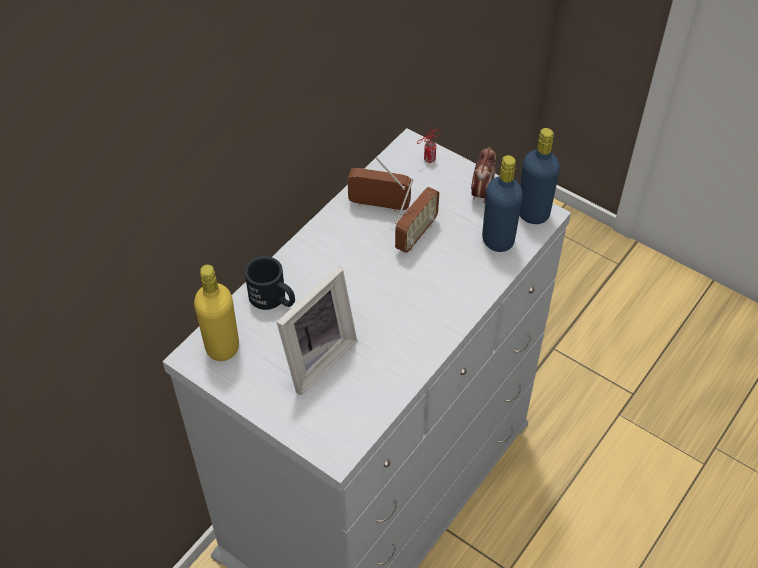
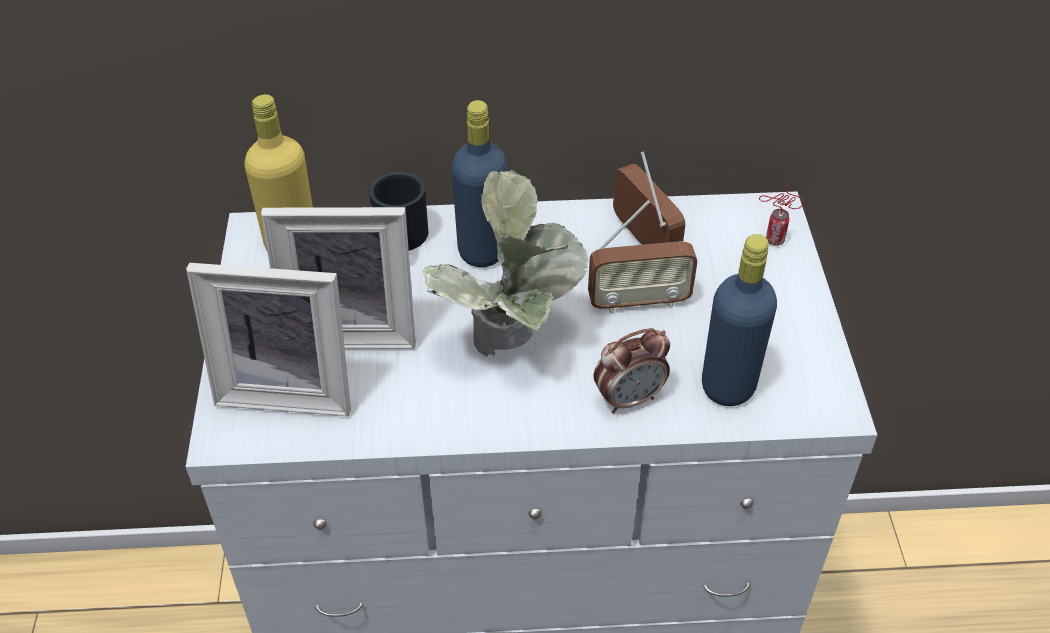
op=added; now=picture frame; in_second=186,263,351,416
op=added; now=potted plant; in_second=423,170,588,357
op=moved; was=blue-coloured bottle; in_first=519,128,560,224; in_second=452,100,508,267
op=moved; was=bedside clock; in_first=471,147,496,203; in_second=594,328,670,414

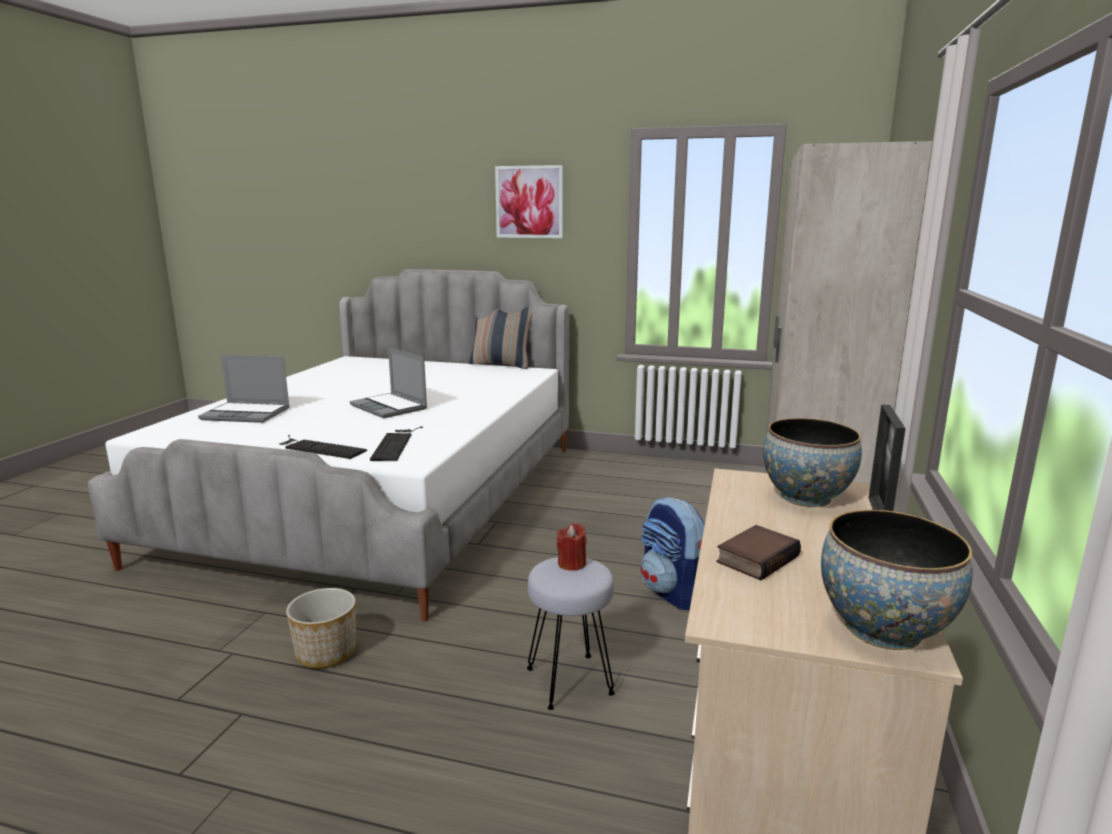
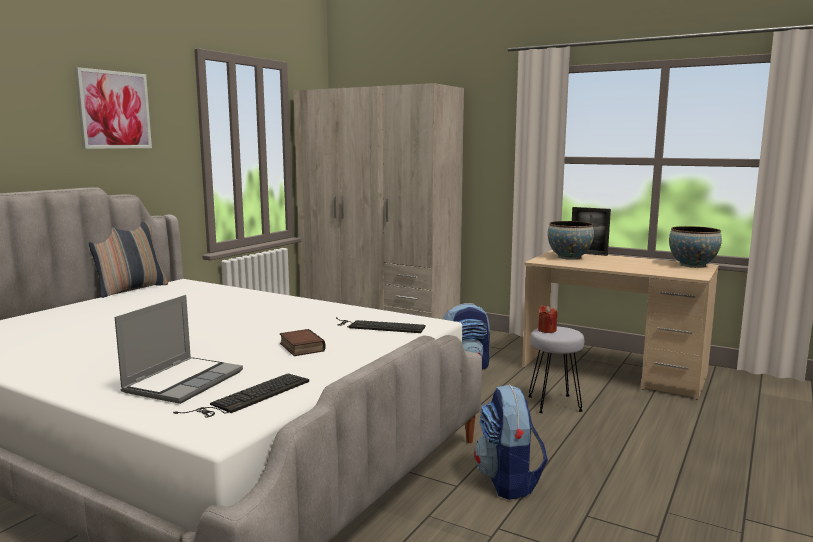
op=moved; was=keyboard; in_first=279,435,367,459; in_second=173,374,309,418
op=moved; was=bound book; in_first=716,525,801,580; in_second=280,329,326,356
op=replaced; was=planter; now=rucksack; in_first=286,588,356,669; in_second=474,384,548,500
op=removed; was=portable computer; in_first=350,348,427,418

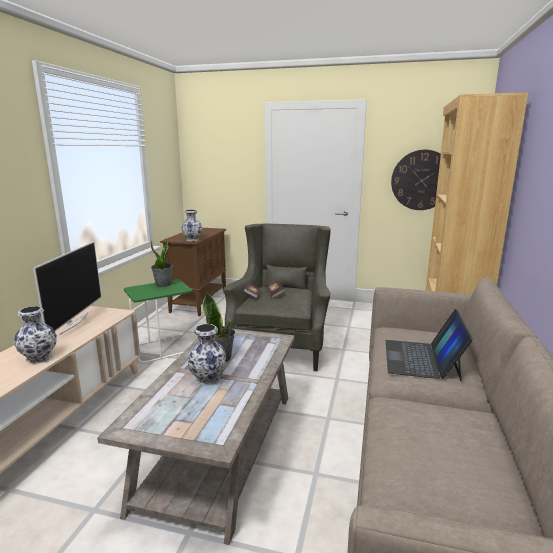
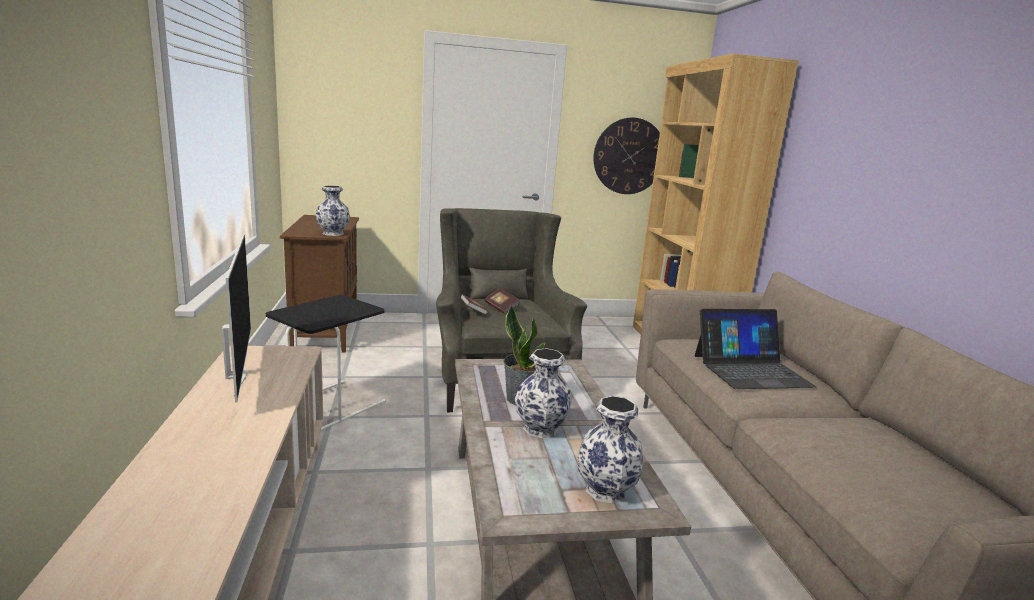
op=recoloured; was=green-coloured accent table; now=black-coloured accent table; in_first=124,279,193,364; in_second=266,295,386,431
op=moved; was=decorative vase; in_first=14,306,57,364; in_second=577,396,643,504
op=turned; was=portable computer; in_first=386,309,473,381; in_second=695,309,817,389; clockwise=-90
op=removed; was=potted plant; in_first=151,237,173,287

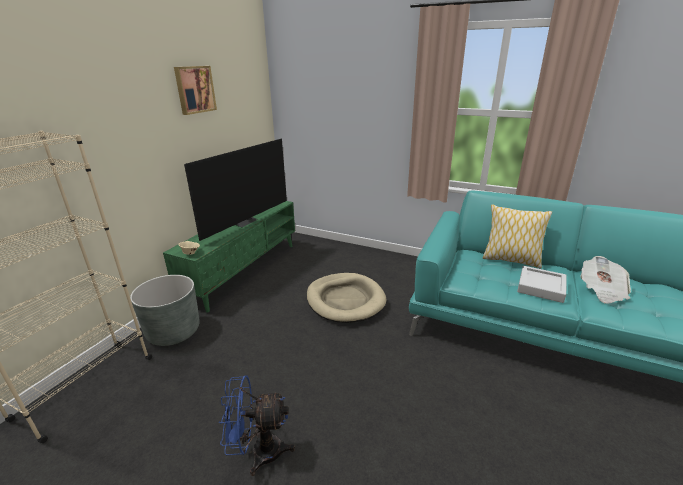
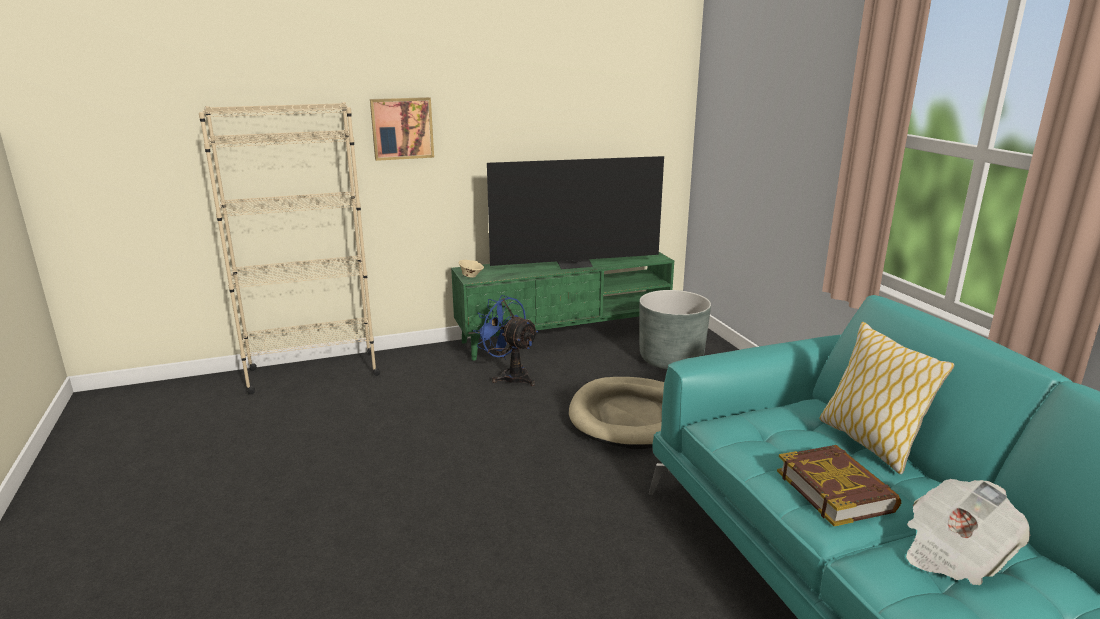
op=moved; was=wall art; in_first=174,66,217,115; in_second=370,97,434,161
op=moved; was=blue-coloured fan; in_first=219,376,295,476; in_second=473,295,539,386
op=moved; was=gray planter; in_first=130,275,200,346; in_second=639,290,711,369
op=replaced; was=gray tray; now=bound book; in_first=517,266,566,303; in_second=777,445,901,526

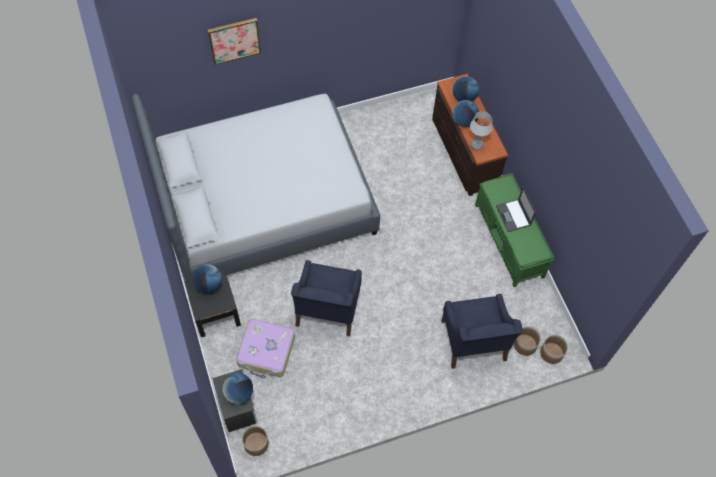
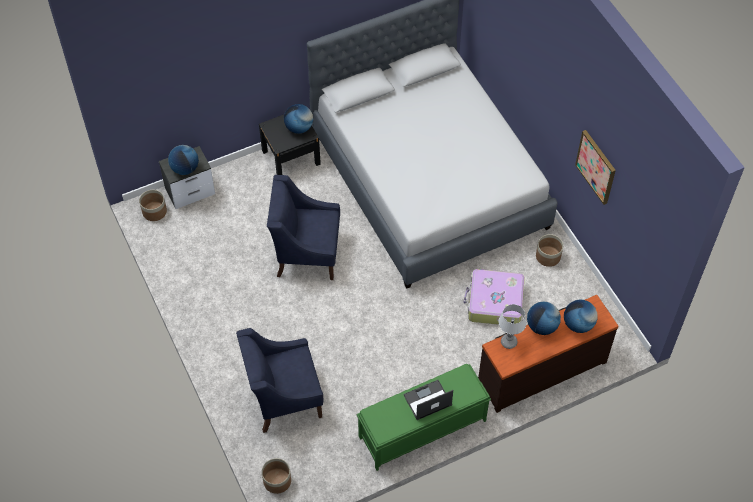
op=moved; was=piece of luggage; in_first=236,319,295,378; in_second=464,269,525,325
op=moved; was=planter; in_first=514,327,541,356; in_second=536,234,563,267
op=moved; was=wall art; in_first=208,18,261,65; in_second=575,130,616,205

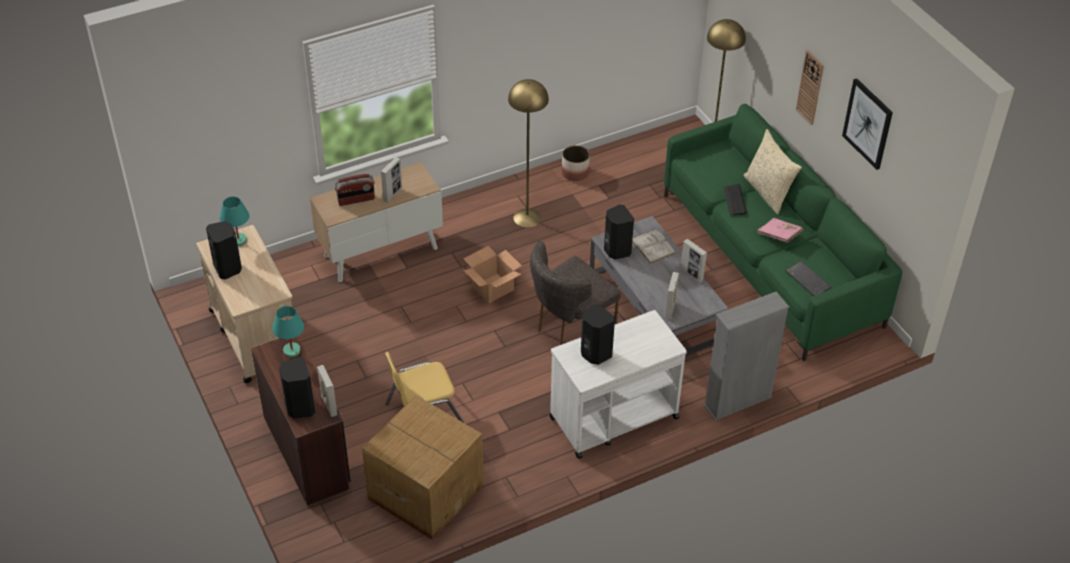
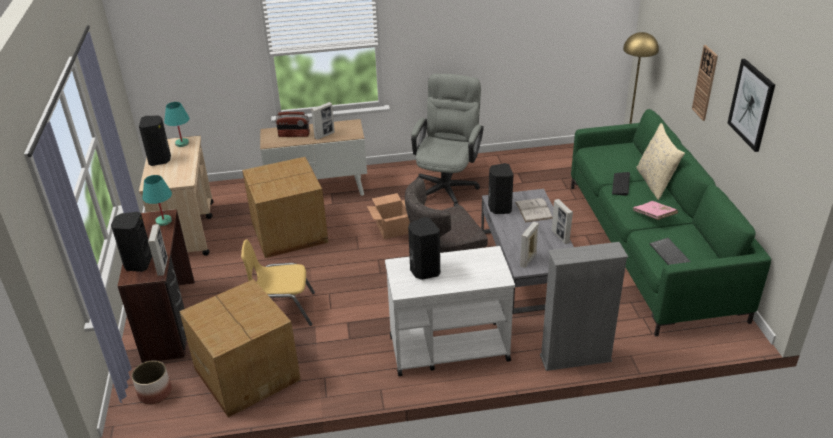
op=moved; was=planter; in_first=561,145,590,181; in_second=132,360,172,404
op=added; now=carton; in_second=242,157,329,258
op=replaced; was=yellowish standing lamp; now=gray computer chair; in_first=508,79,549,228; in_second=411,73,484,206

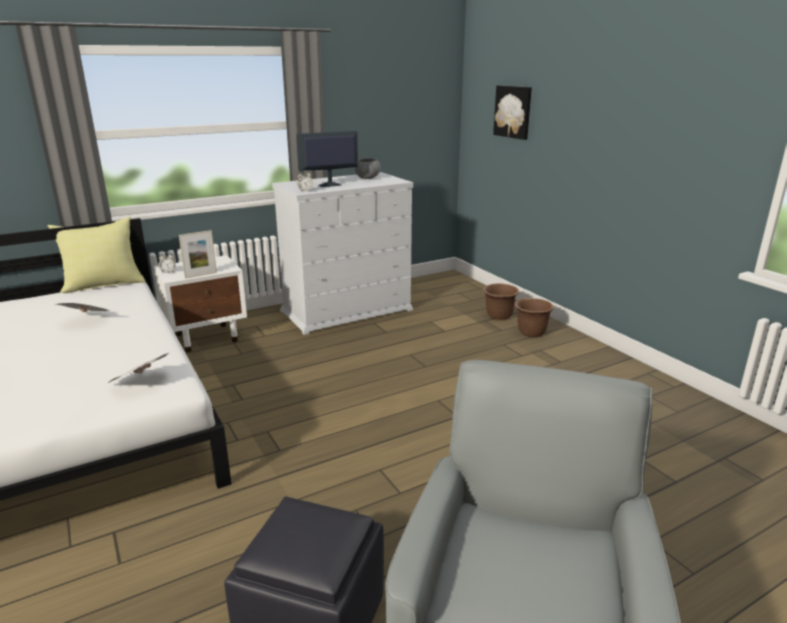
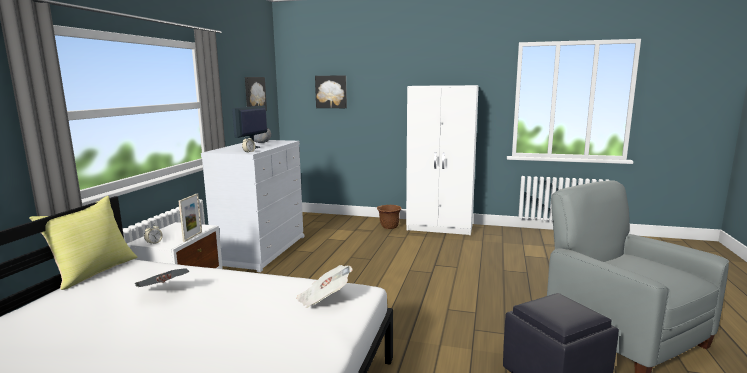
op=added; now=wall art; in_second=245,77,267,111
op=added; now=white wardrobe; in_second=406,85,479,235
op=removed; was=brown planter; in_first=483,283,519,320

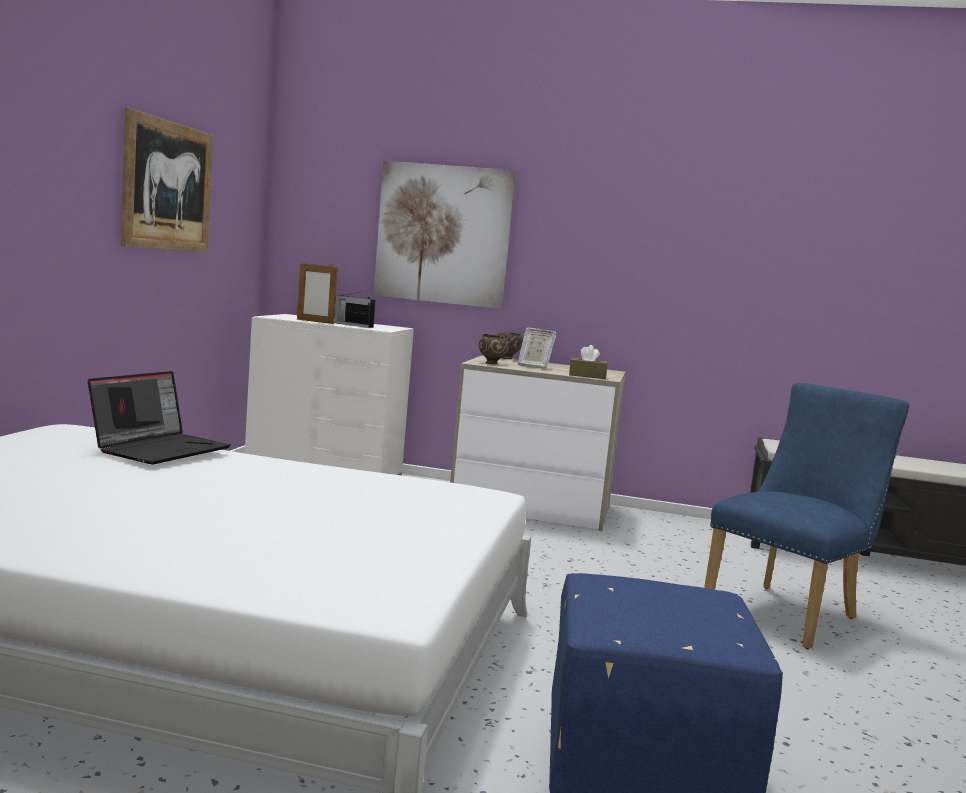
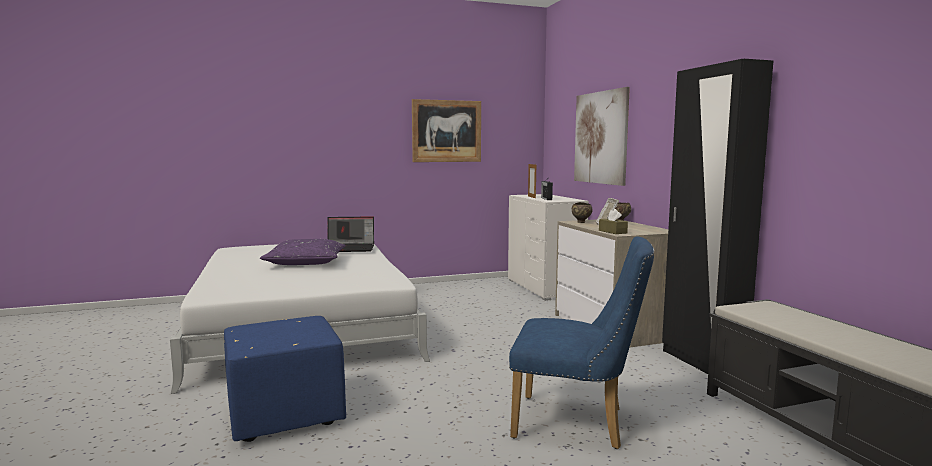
op=added; now=purplish pillow; in_second=260,239,346,265
op=added; now=black-coloured wardrobe; in_second=662,59,773,374

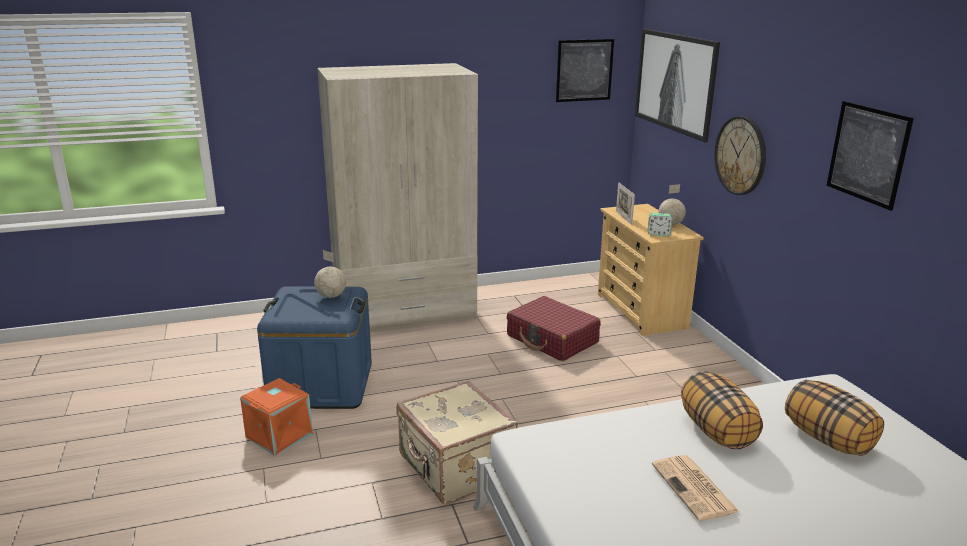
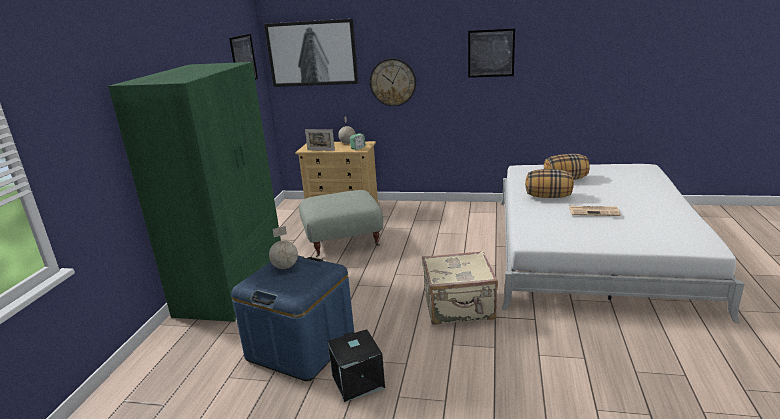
op=recoloured; was=beige-coloured wardrobe; now=green-coloured wardrobe; in_first=317,63,478,332; in_second=108,62,281,322
op=replaced; was=reddish piece of luggage; now=gray footrest; in_first=507,296,600,361; in_second=299,190,383,257
op=recoloured; was=orange-coloured storage box; now=black-coloured storage box; in_first=240,378,313,456; in_second=328,329,385,402

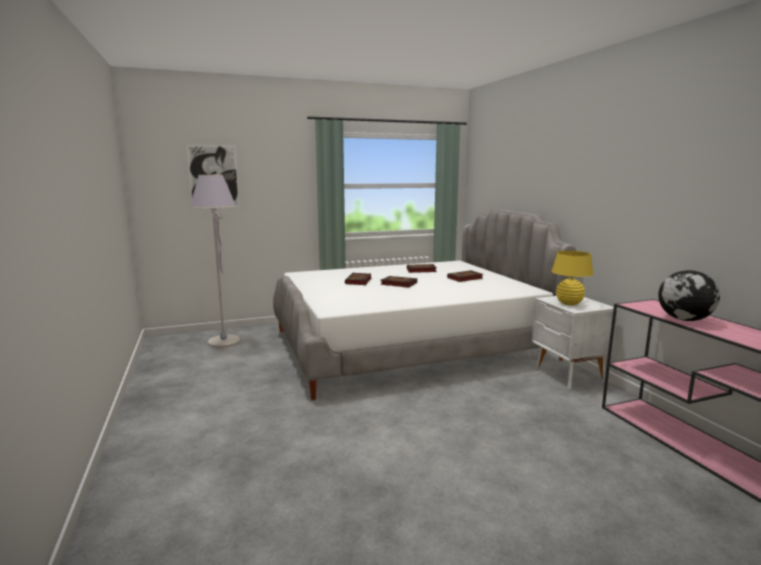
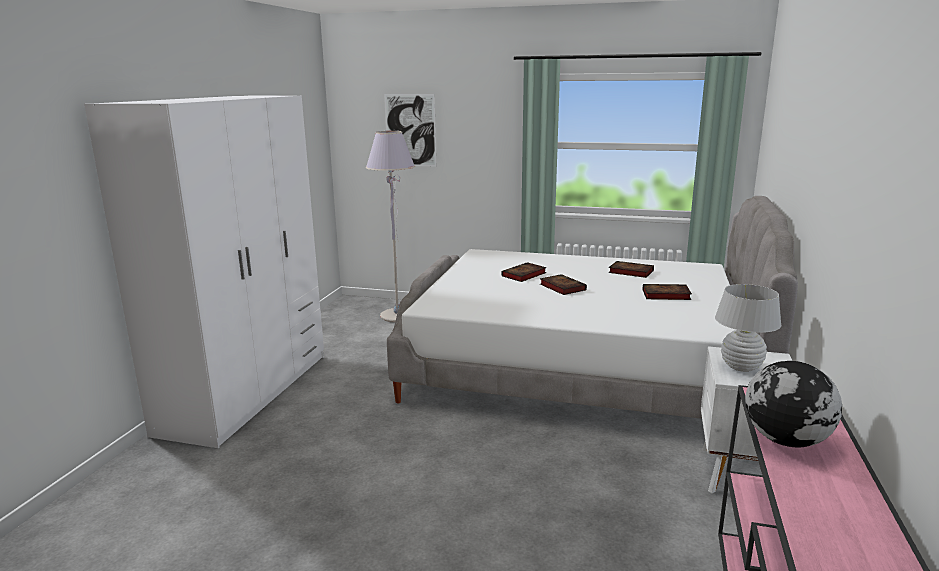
op=added; now=white wardrobe; in_second=84,96,324,448
op=recoloured; was=yellowish tabletop lamp; now=white tabletop lamp; in_first=552,251,593,305; in_second=715,284,781,372

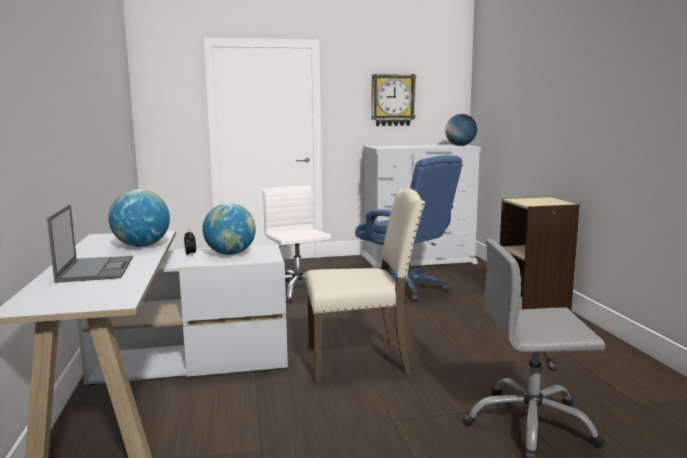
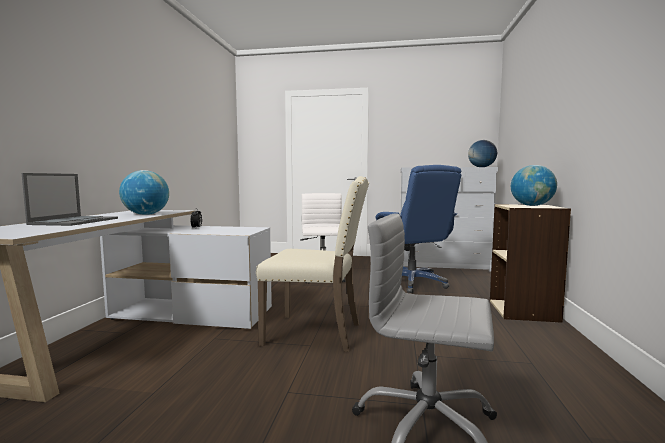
op=moved; was=world globe; in_first=203,203,256,255; in_second=511,165,557,206
op=removed; was=clock on the wall; in_first=372,74,416,126

